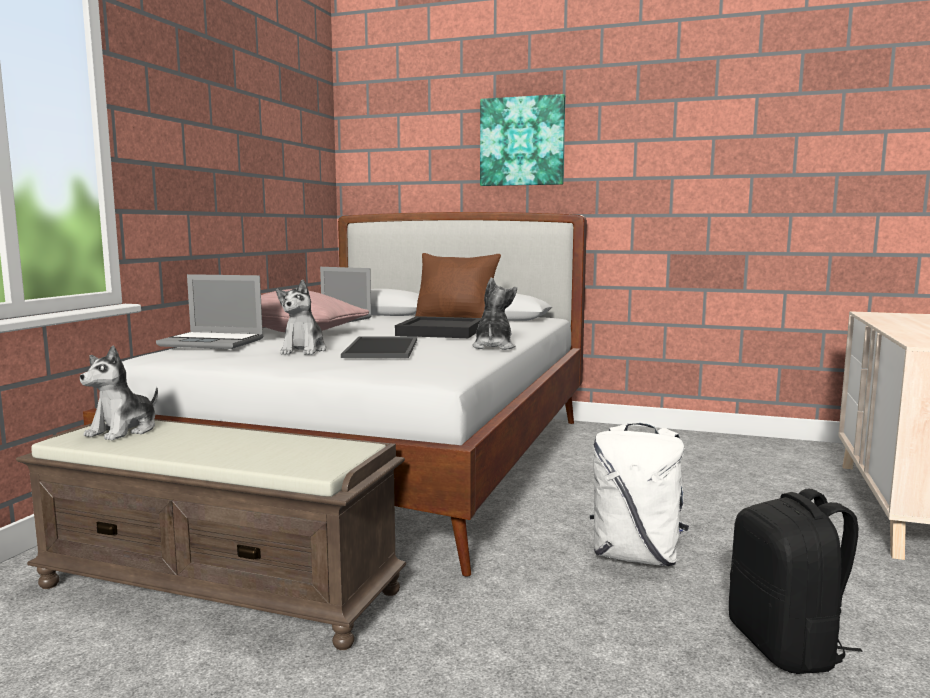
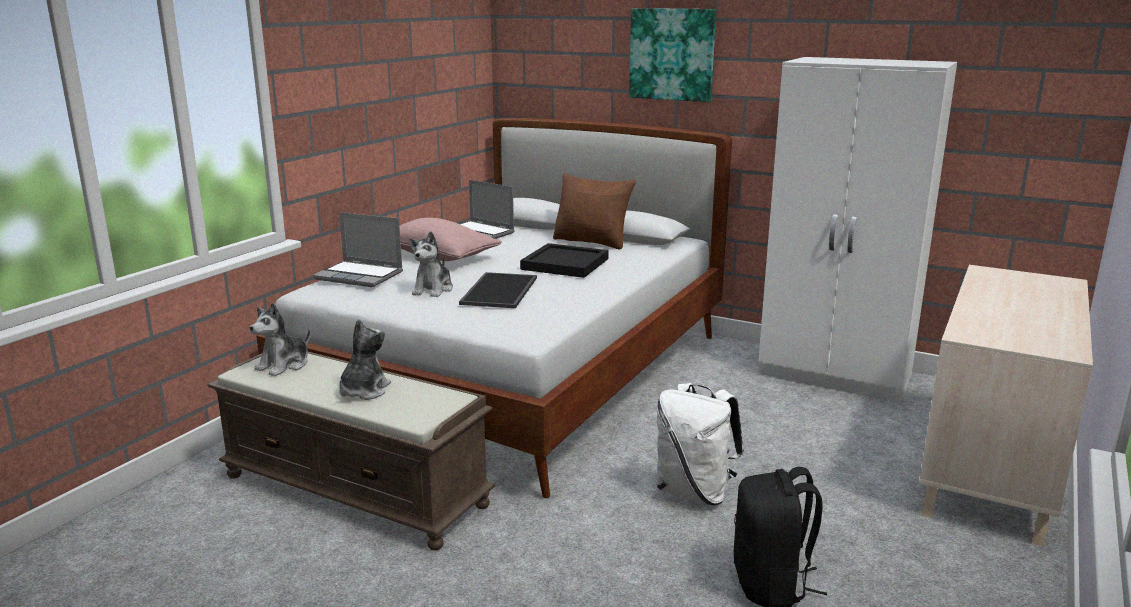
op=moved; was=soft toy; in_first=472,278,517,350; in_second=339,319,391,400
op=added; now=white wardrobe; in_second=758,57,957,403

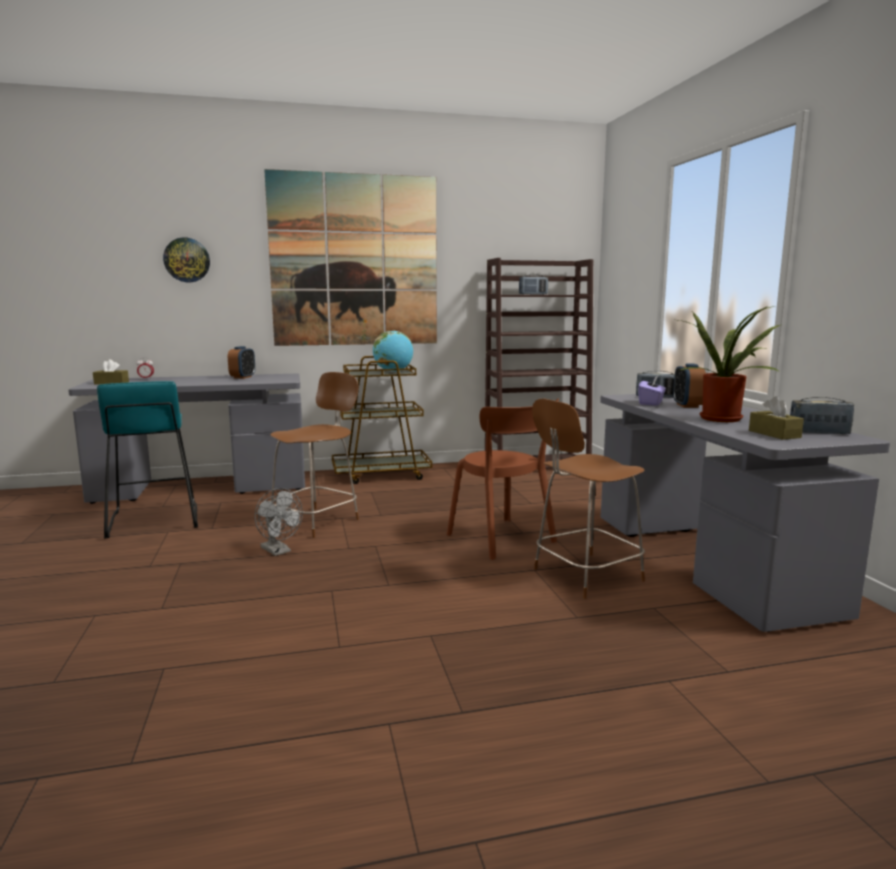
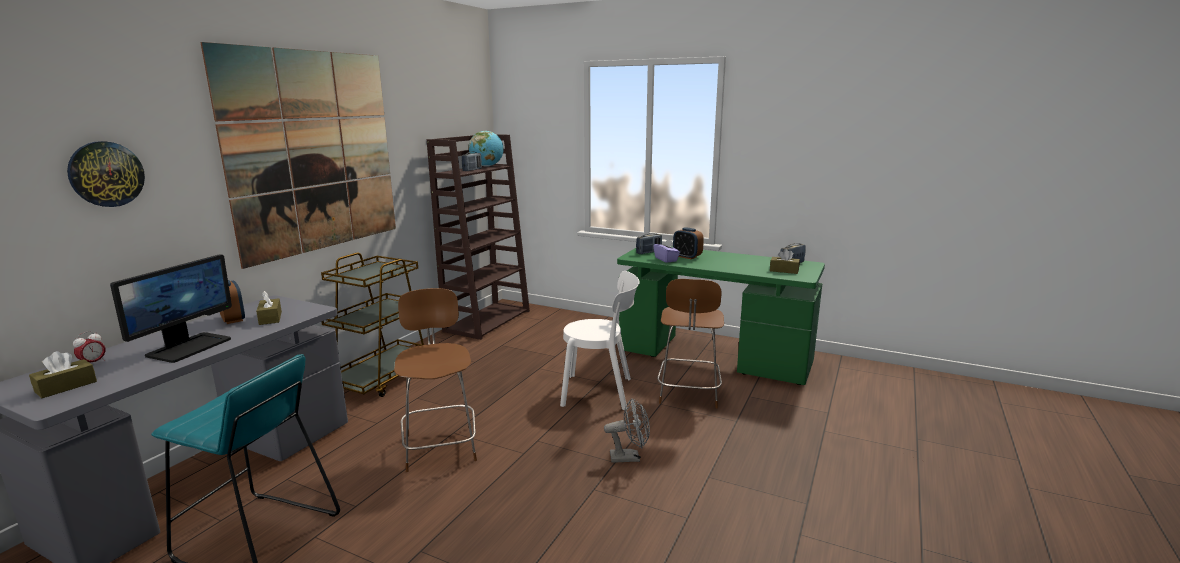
op=added; now=monitor; in_second=110,254,232,363
op=added; now=brown box of tissues; in_second=256,291,282,325
op=moved; was=world globe; in_first=373,331,413,372; in_second=468,131,504,167
op=recoloured; was=brown chair; now=white chair; in_first=447,399,559,560; in_second=560,271,640,410
op=moved; was=gray fan; in_first=254,488,303,556; in_second=604,398,650,463
op=recoloured; was=gray desk unit; now=green-coloured desk unit; in_first=600,394,890,632; in_second=617,246,825,385
op=removed; was=potted plant; in_first=677,306,780,422

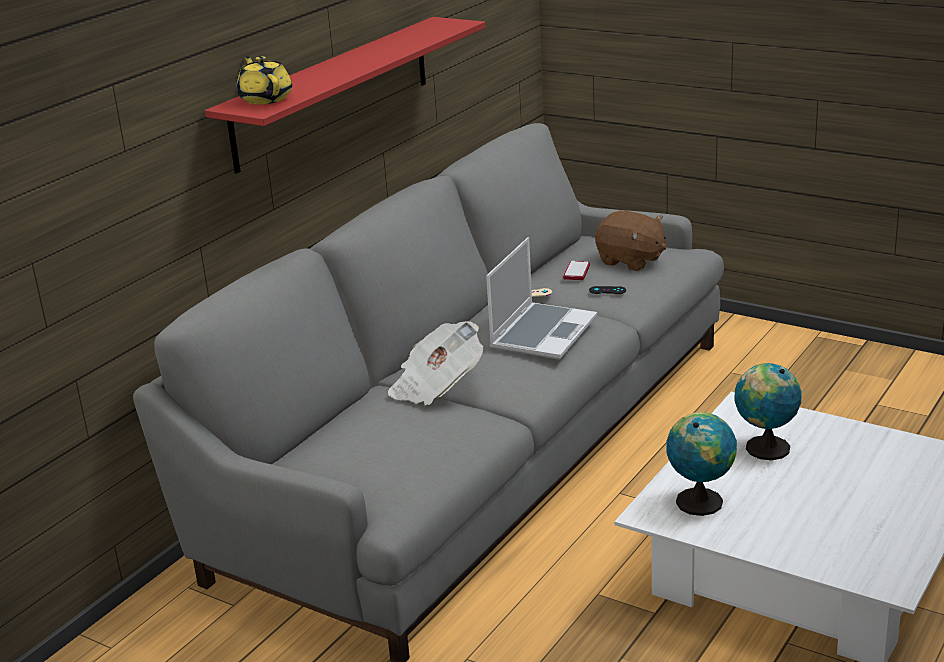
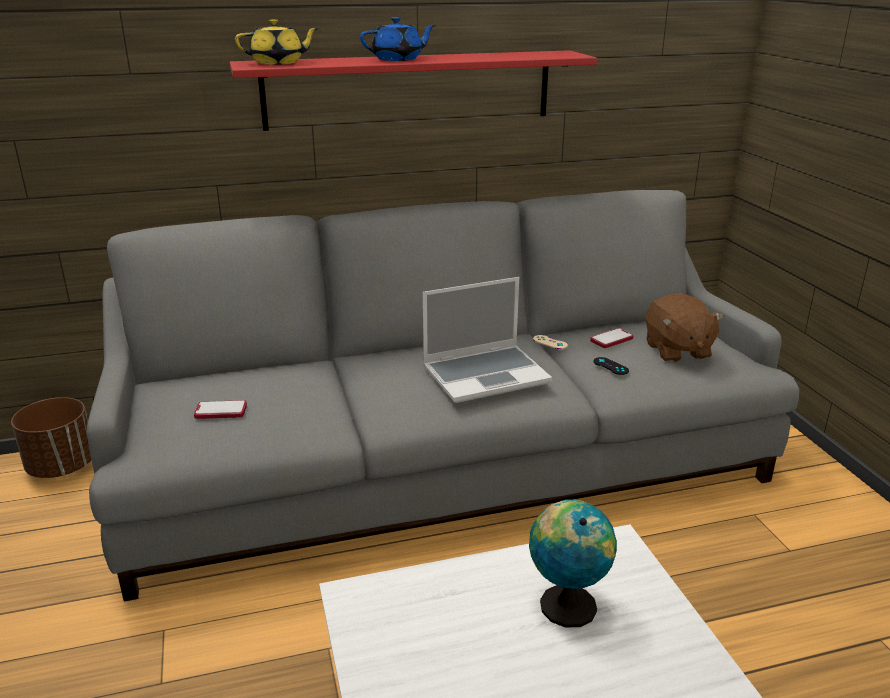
op=added; now=brown planter; in_second=11,397,91,478
op=added; now=phone; in_second=194,400,247,419
op=turned; was=yellowish teapot; in_first=237,56,292,105; in_second=235,19,319,65; clockwise=60
op=added; now=blue-coloured teapot; in_second=360,17,436,61
op=removed; was=newspaper; in_first=388,321,483,405
op=removed; was=world globe; in_first=666,412,737,516

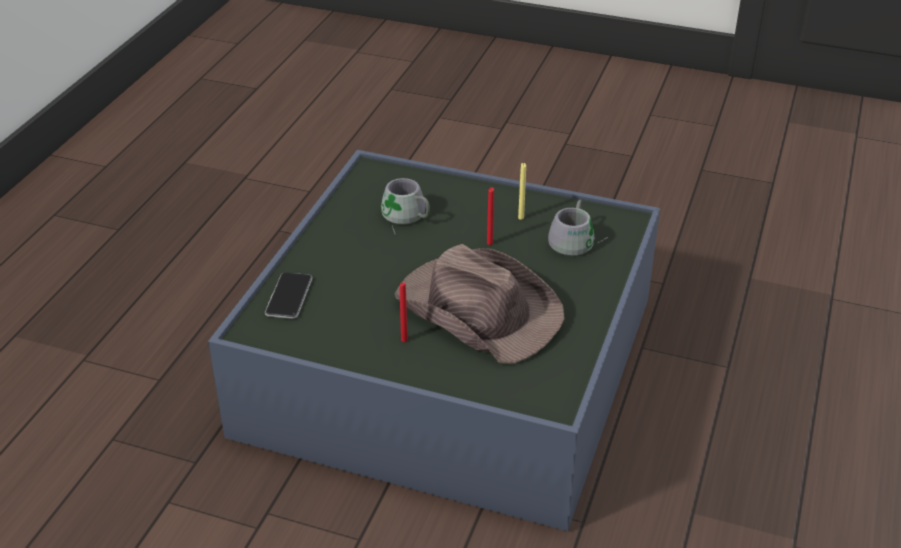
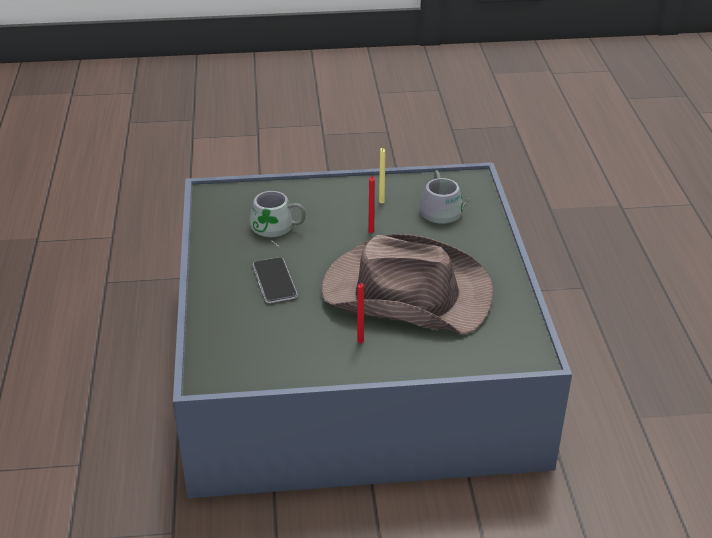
op=moved; was=phone; in_first=265,272,312,319; in_second=253,257,298,303

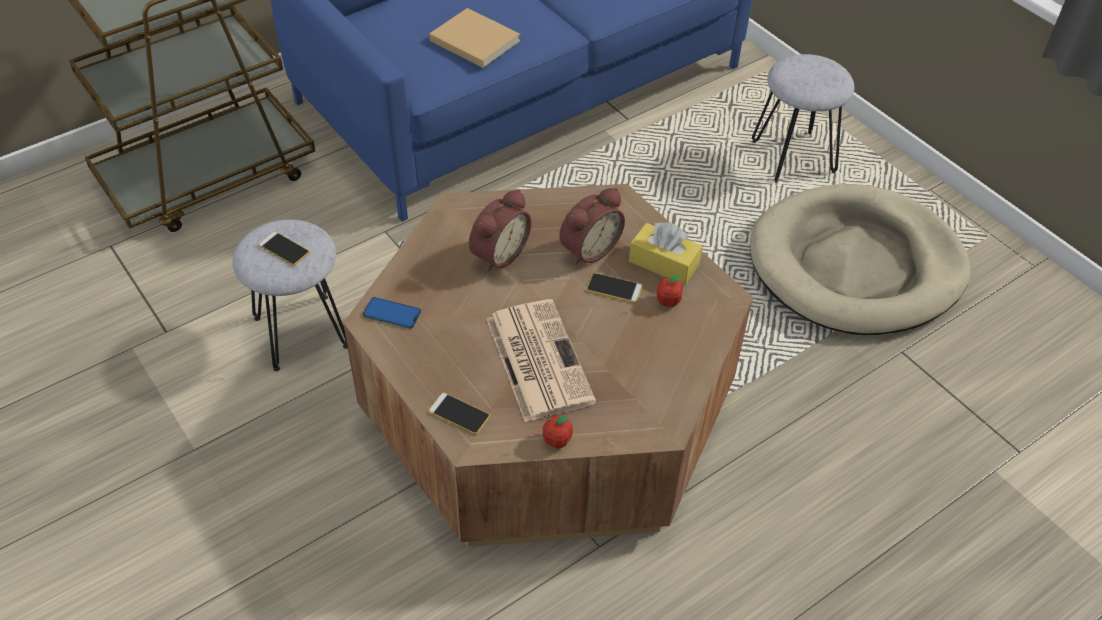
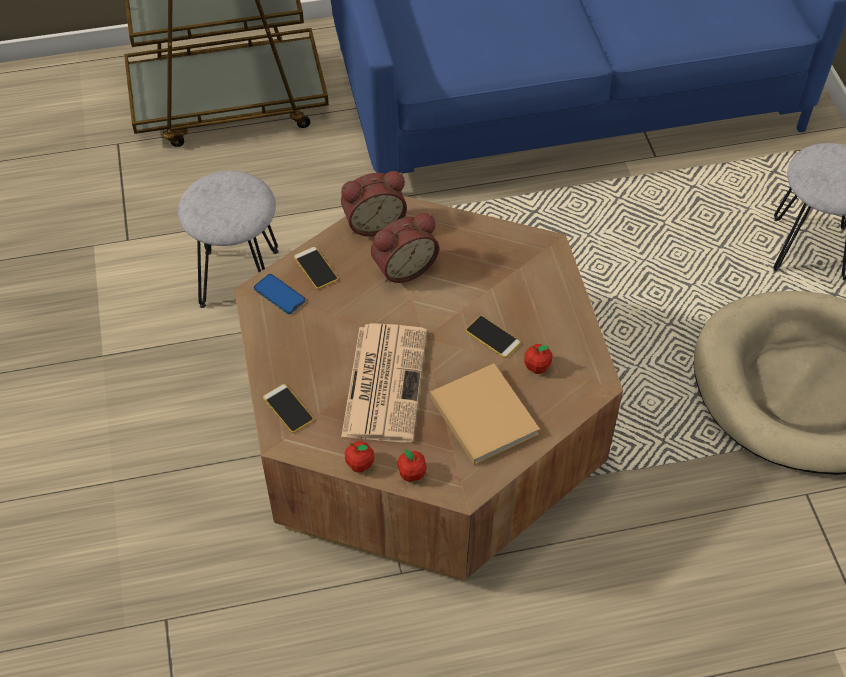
op=moved; was=phone; in_first=258,231,310,266; in_second=294,247,338,289
op=moved; was=bedside clock; in_first=559,188,625,265; in_second=341,171,407,236
op=added; now=apple; in_second=397,450,426,482
op=moved; was=beige-coloured bound book; in_first=429,8,521,68; in_second=430,363,540,465
op=removed; was=yellowish box of tissues; in_first=629,222,703,285

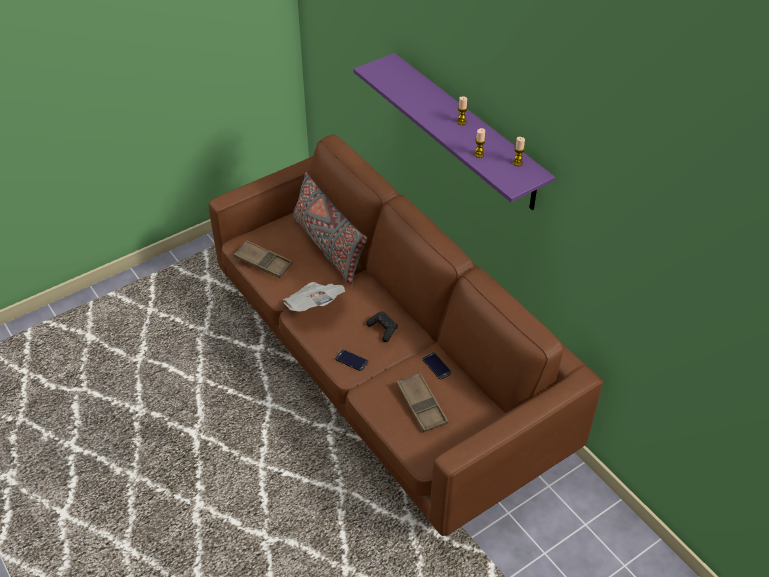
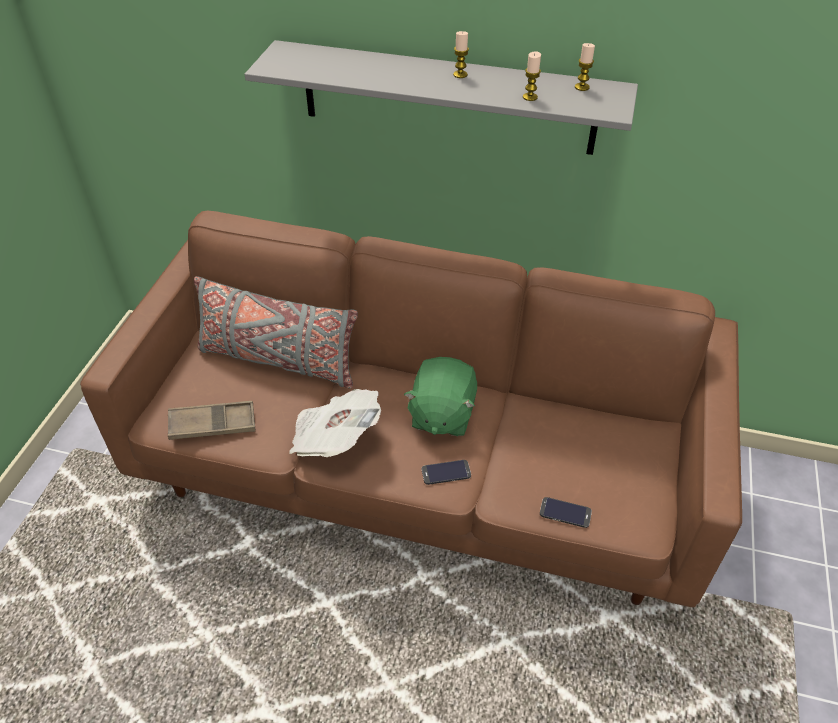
op=recoloured; was=purplish shelf; now=gray shelf; in_first=353,53,555,210; in_second=245,40,638,155
op=replaced; was=black-coloured game controller; now=green-coloured soft toy; in_first=366,312,398,342; in_second=404,357,477,436
op=moved; was=phone; in_first=422,352,452,379; in_second=540,497,592,528
op=removed; was=brown tray; in_first=396,373,448,433

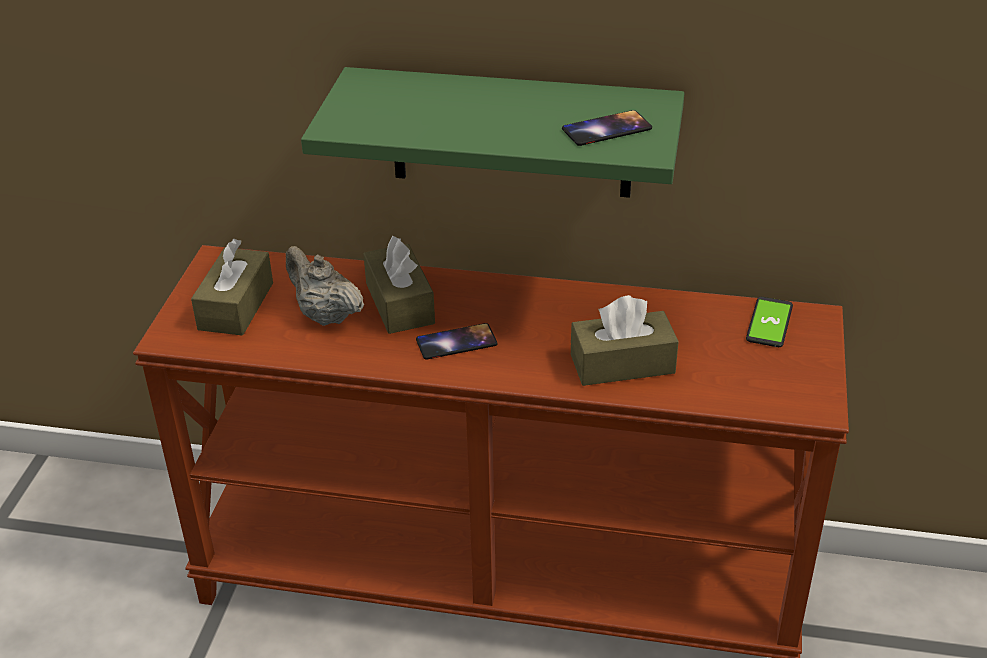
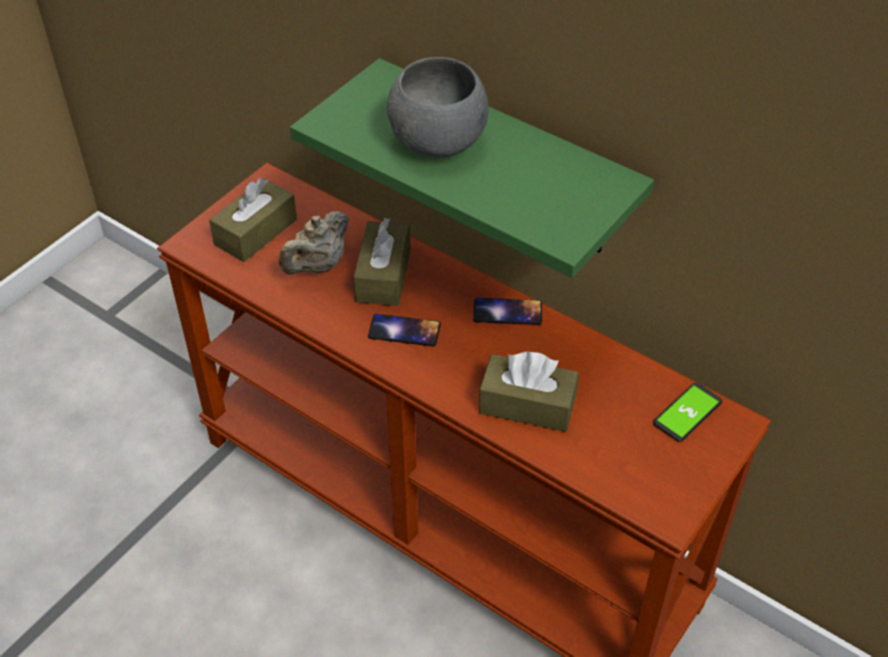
op=turned; was=beige-coloured teapot; in_first=286,246,364,326; in_second=279,211,349,275; clockwise=-120
op=added; now=gray deep dish; in_second=387,57,489,157
op=moved; was=phone; in_first=562,110,652,146; in_second=473,298,542,325

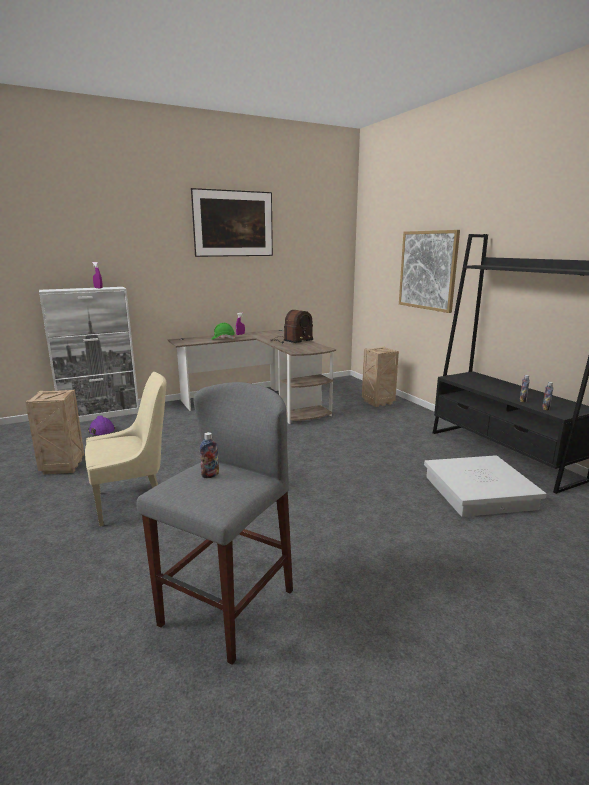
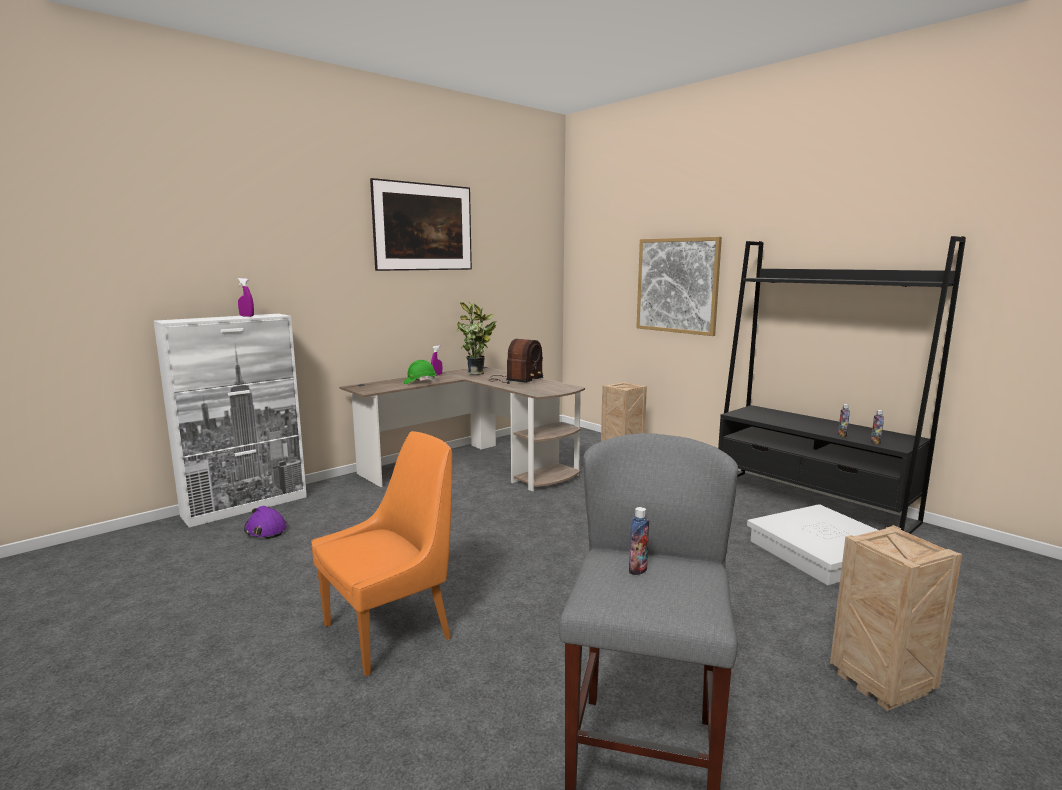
op=recoloured; was=beige-coloured chair; now=orange-coloured chair; in_first=85,372,167,526; in_second=311,431,452,676
op=added; now=potted plant; in_second=457,302,496,375
op=moved; was=crate; in_first=25,390,84,475; in_second=830,525,962,711

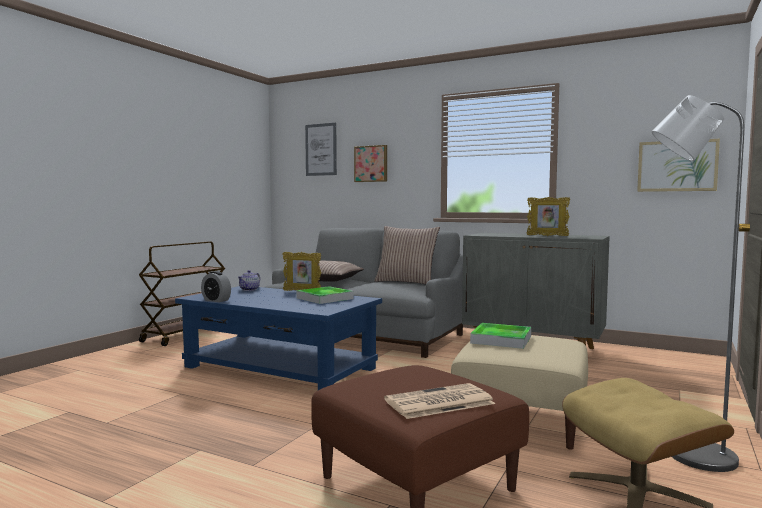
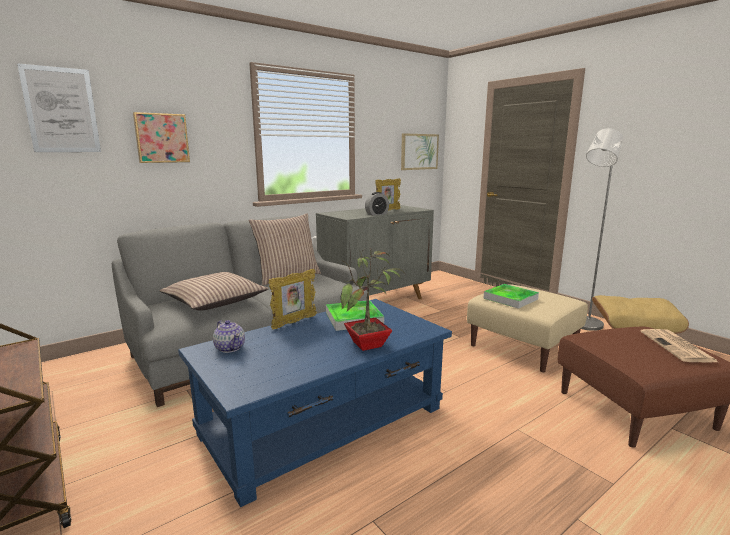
op=added; now=potted plant; in_second=339,247,403,351
op=moved; was=bedside clock; in_first=201,271,231,302; in_second=365,192,389,216

